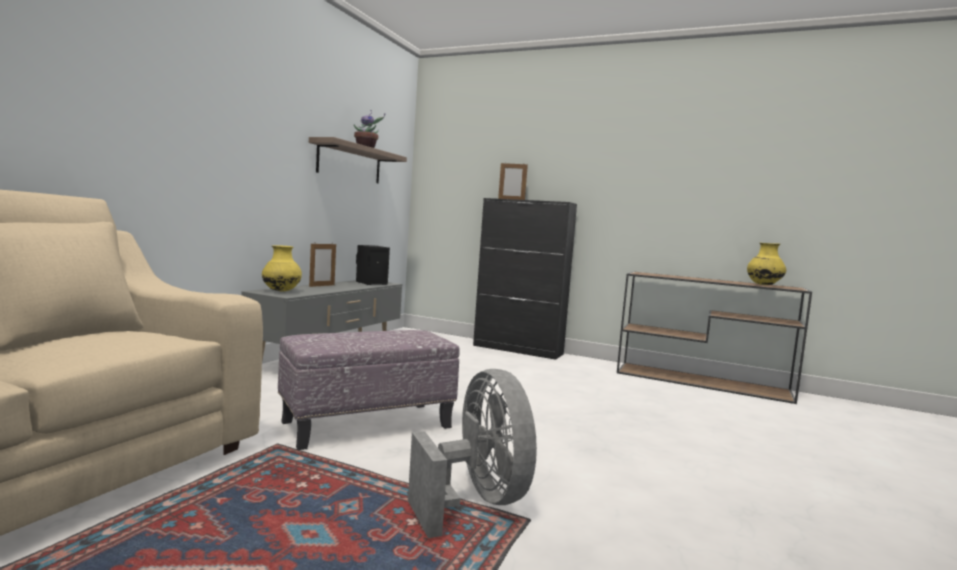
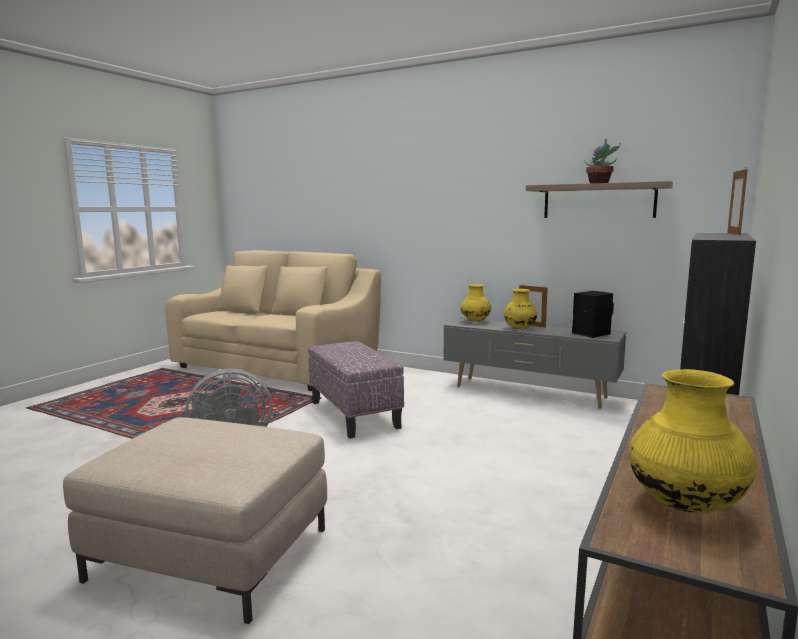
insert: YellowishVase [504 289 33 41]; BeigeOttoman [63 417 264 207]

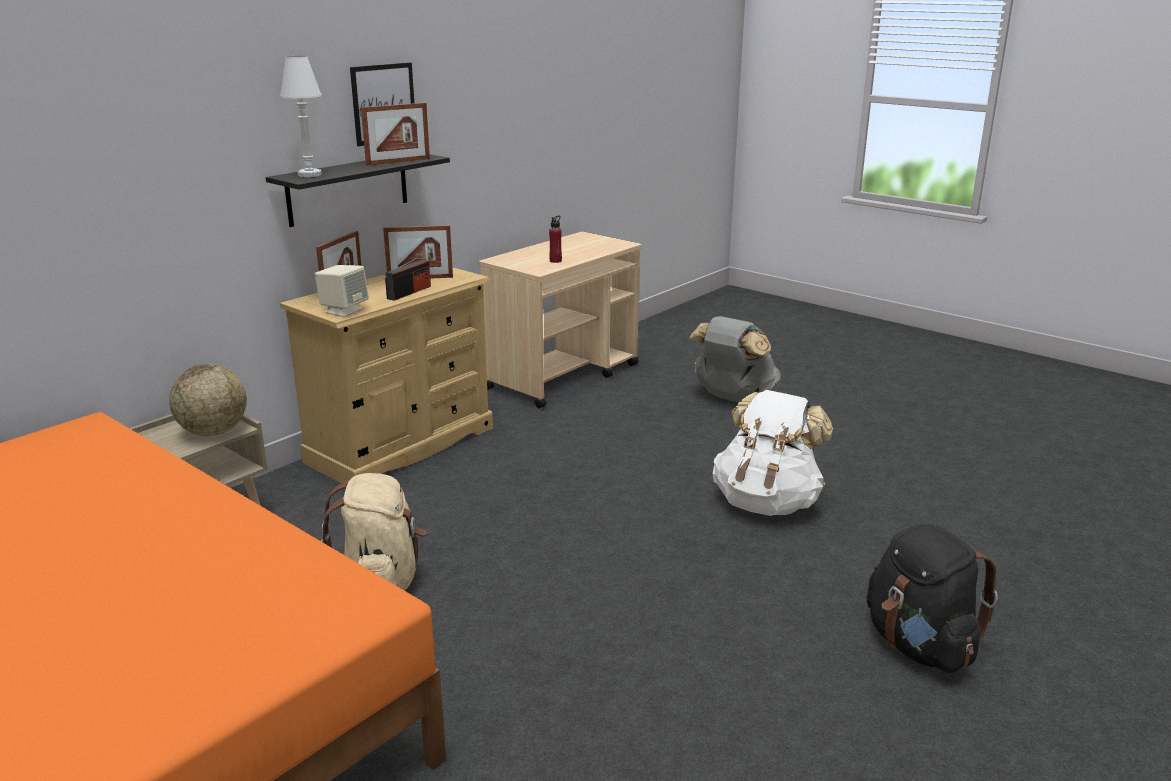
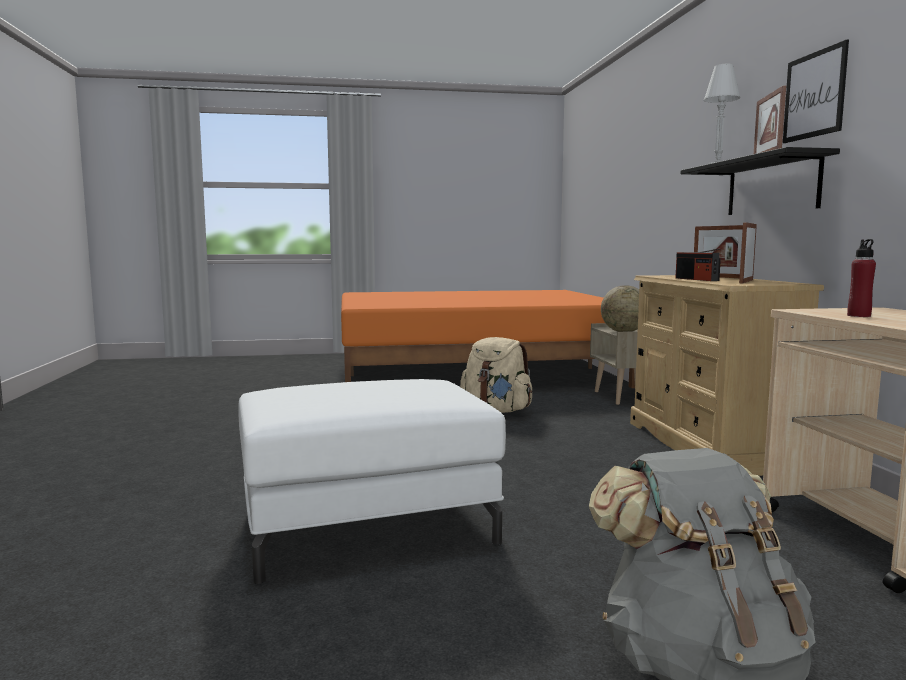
delete: BeigeLoudspeaker [315 265 54 52]; BlackKnapsack [867 524 131 149]
replace: WhiteColouredKnapsack [713 390 120 126] to WhiteColouredOttoman [239 379 267 205]

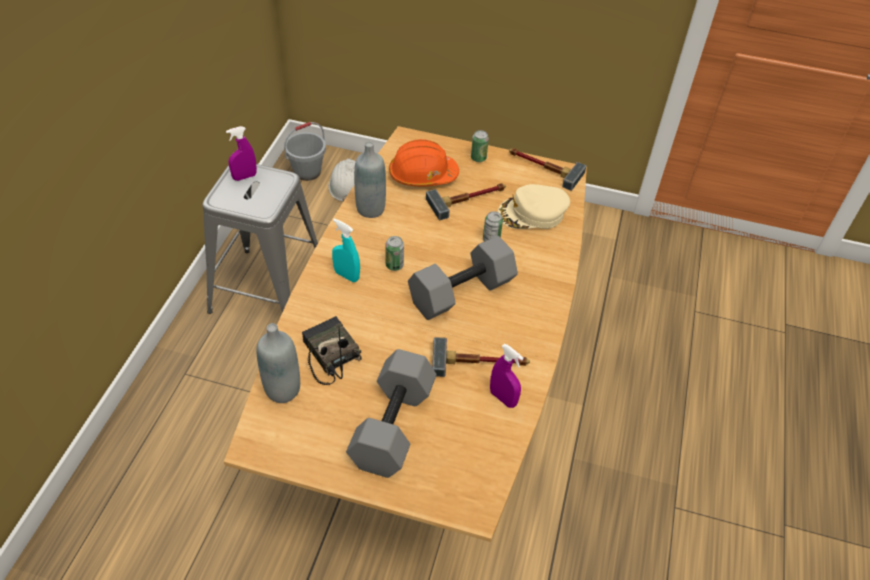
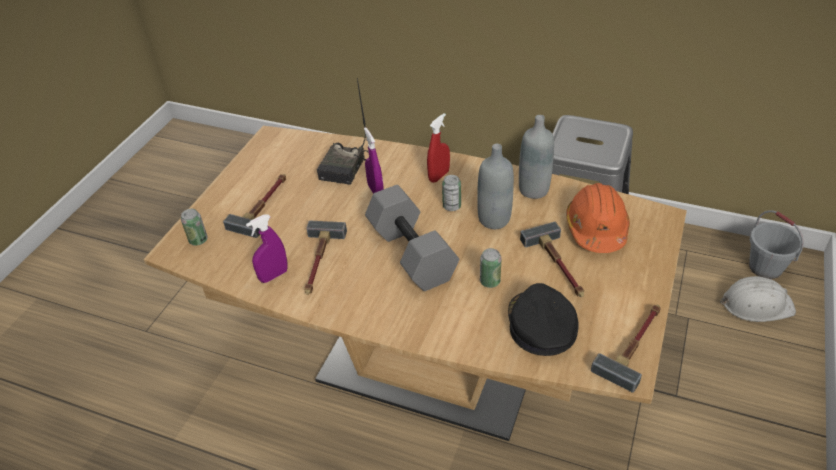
move: PurpleSprayBottle [226 126 31 55] to [364 127 20 67]; MetalCan [471 130 18 32] to [181 209 27 37]; GrayDrinkBottle [256 323 44 80] to [477 144 37 85]
replace: GrayFreeWeight [346 349 91 129] to ToolHammer [223 174 63 64]
recolor: BeigeBaseballCap [498 184 72 45] to BlackBaseballCap [508 283 71 73]; BlueGreenSprayBottle [332 218 28 64] to RedSprayBottle [427 113 23 70]
rotate: Radio [302 316 60 69] = [317 78 52 107] 135 degrees clockwise

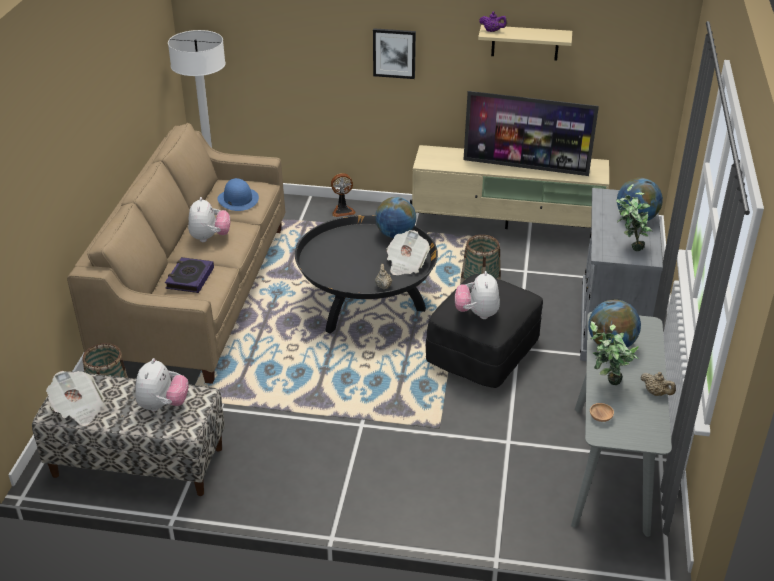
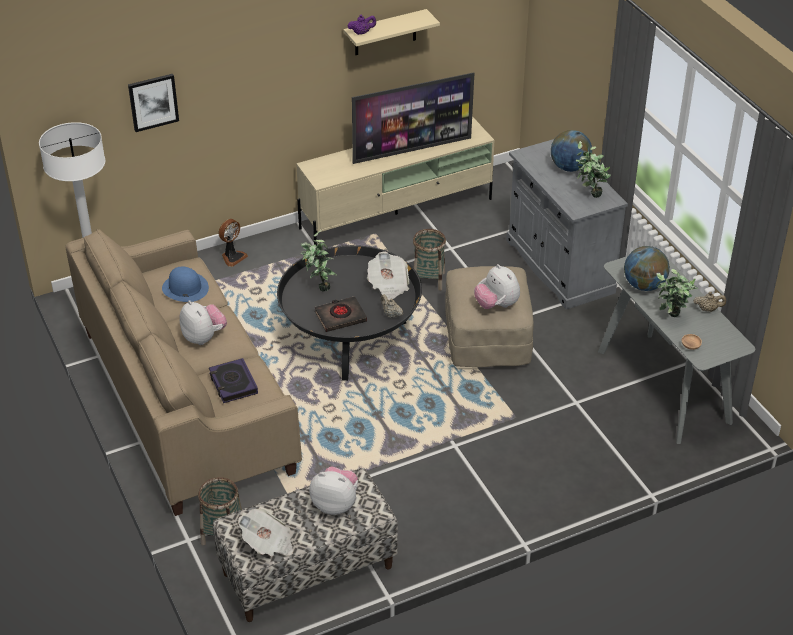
delete: WorldGlobe [375 197 41 41]
insert: PottedPlant [301 230 36 62]; BlackBoundBook [315 296 52 36]
move: WallArt [373 28 43 51] to [128 74 51 58]
recolor: BlackOttoman [426 274 117 114] to BeigeOttoman [445 266 89 101]
rotate: CuddlyToy [135 358 54 53] = [309 466 49 49] 45 degrees counterclockwise

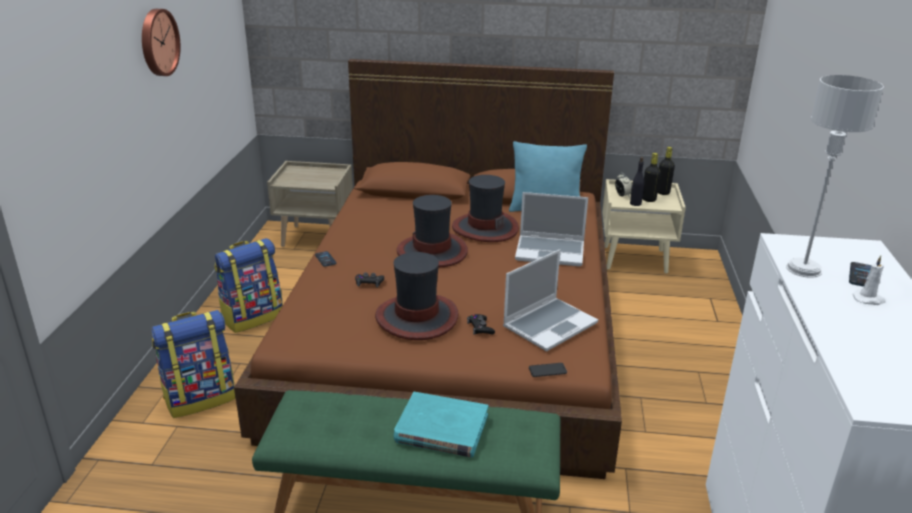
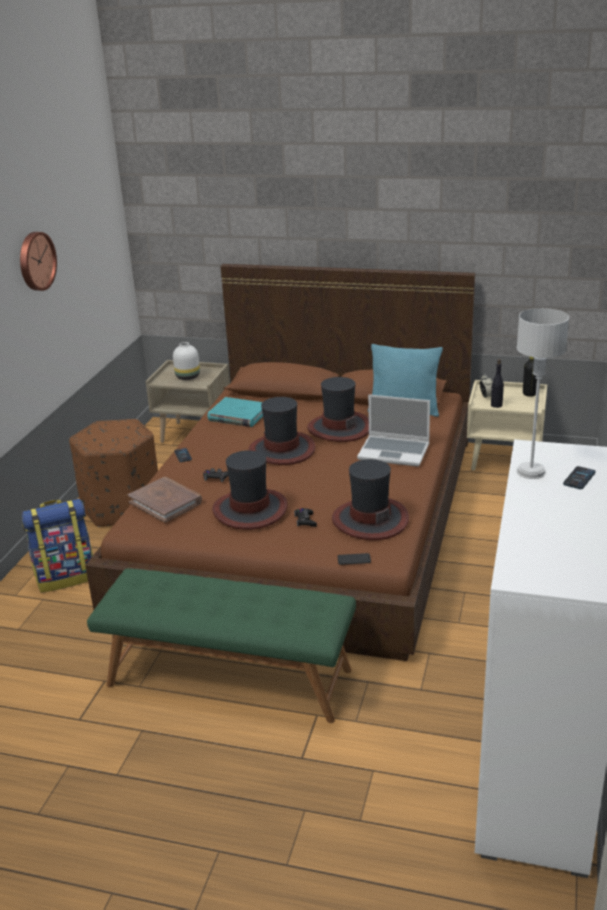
delete: BlackDrinkBottle [642 153 19 49]; WhiteColouredWaxCandle [852 256 34 49]
insert: WhiteColouredVase [173 342 27 38]; BrownBoundBook [128 477 74 46]
move: BlueGreenBoundBook [394 392 94 66] to [207 397 56 30]
replace: Knapsack [214 238 69 95] to BrownOttoman [69 419 89 108]; NotebookComputer [503 249 95 102] to Hat [332 459 77 81]

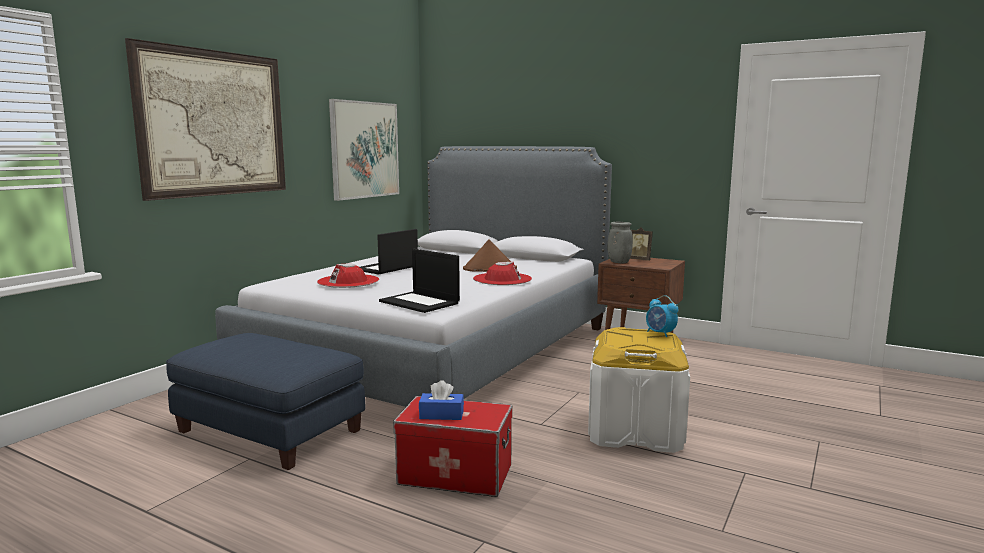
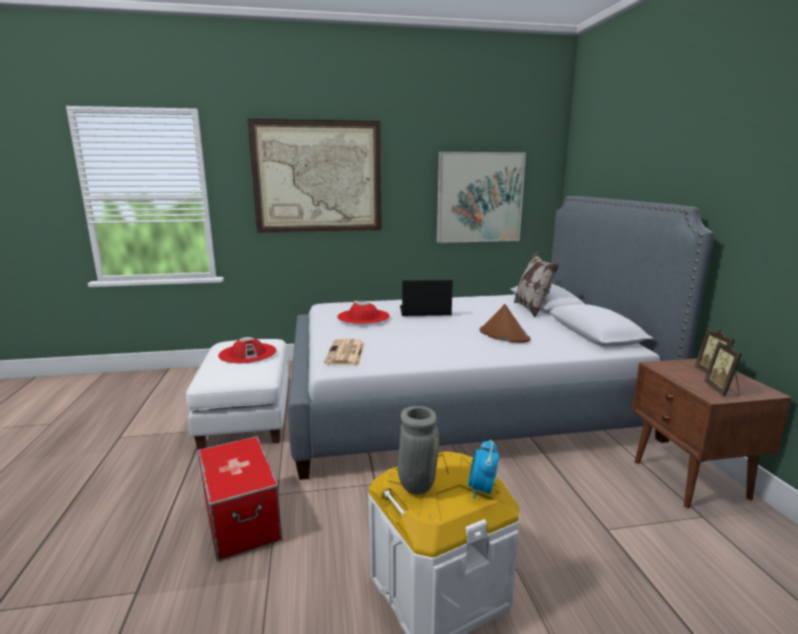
delete: BlueColouredBoxOfTissues [419 380 45 40]
insert: ThrowPillow [514 251 45 67]; PhotoFrame [704 341 38 55]
move: GrayVase [607 222 26 41] to [398 406 41 89]; RedHat [473 262 59 23] to [218 337 58 26]
replace: NotebookComputer [379 249 81 64] to DailyPaper [324 339 41 26]
recolor: BlueColouredOttoman [166 333 199 137] to WhiteColouredOttoman [186 339 102 111]

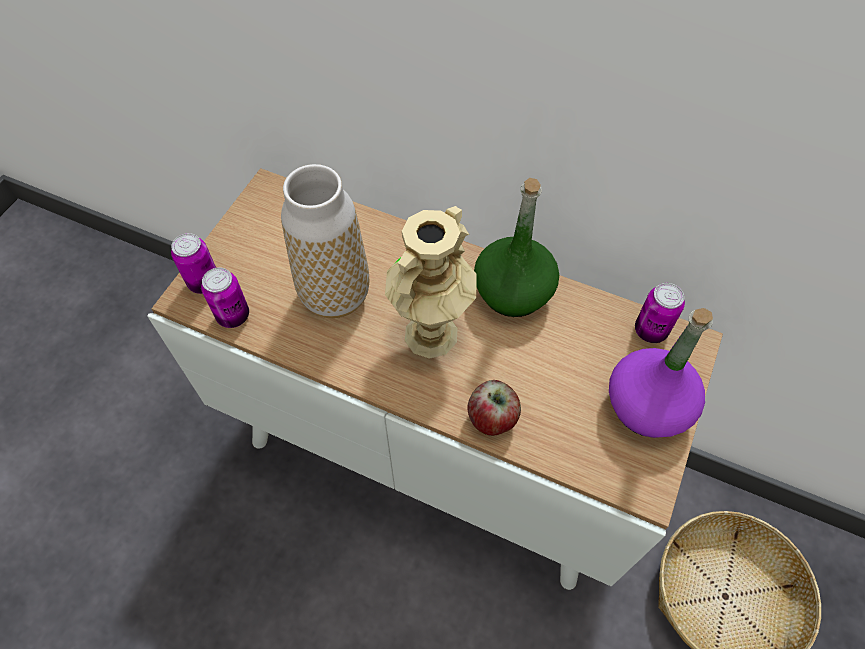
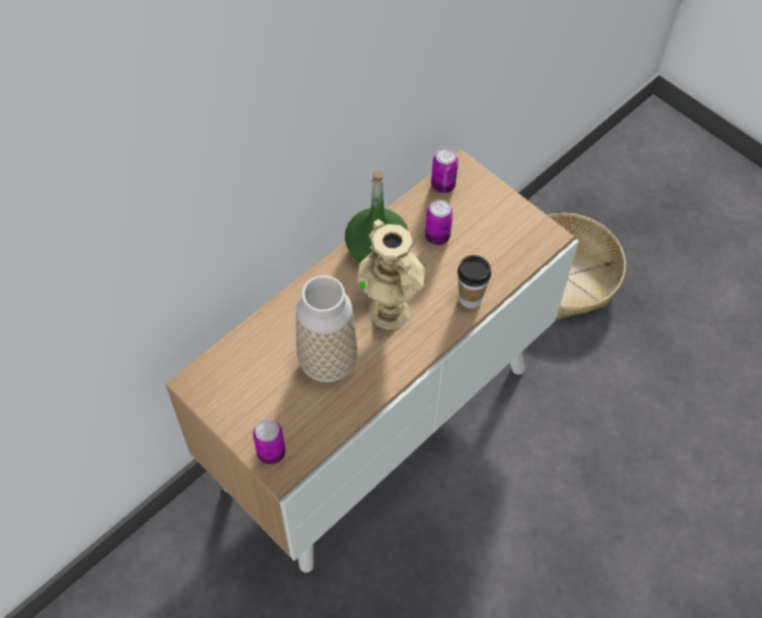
delete: PurpleDrinkBottle [609 308 104 130]
move: MetalCan [201 267 48 61] to [425 200 28 45]
replace: WholeApple [467 380 54 56] to Cup [458 255 33 53]

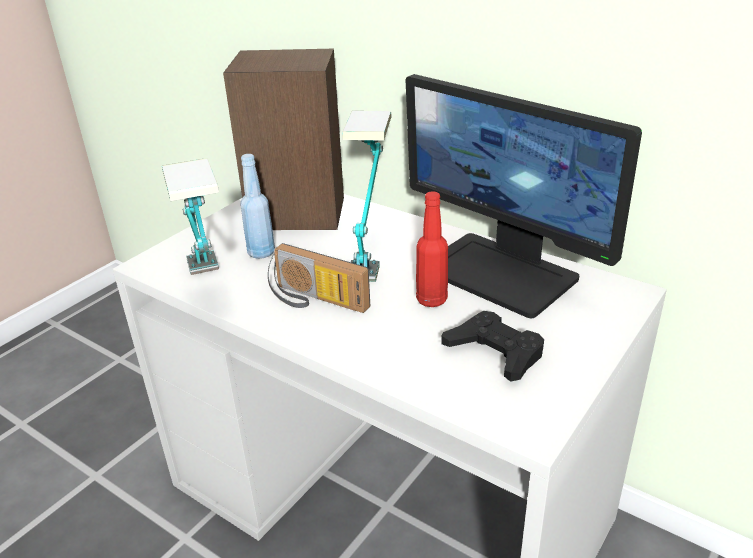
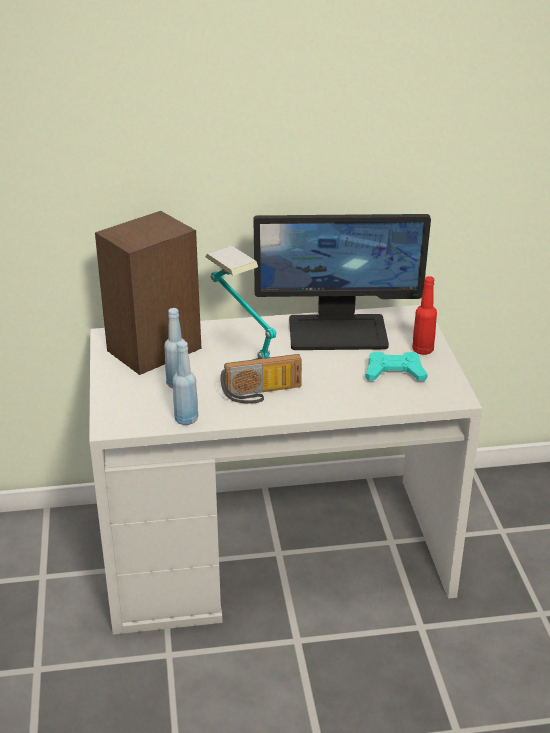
move: RedDrinkBottle [416 191 32 116] to [412 276 25 79]
replace: TabletopLamp [162 158 57 117] to BlueColouredDrinkBottle [173 341 25 84]
recolor: BlackGameController [441 311 103 71] to BlueGreenGameController [365 352 63 29]

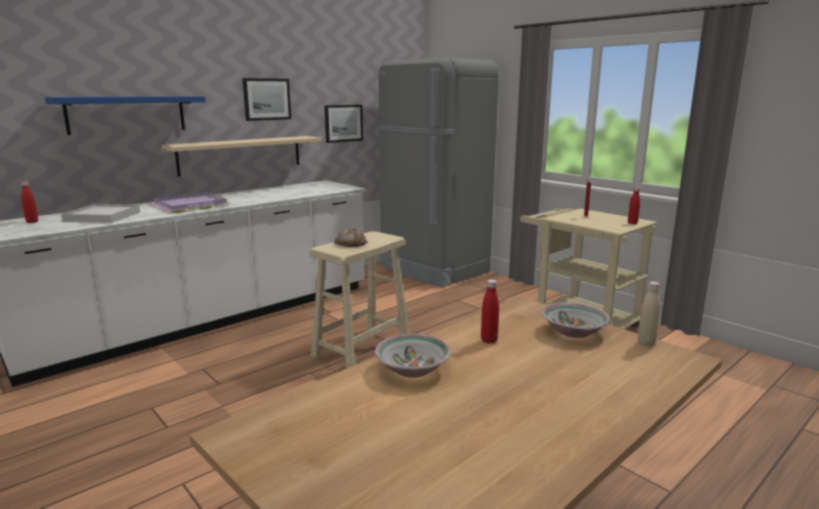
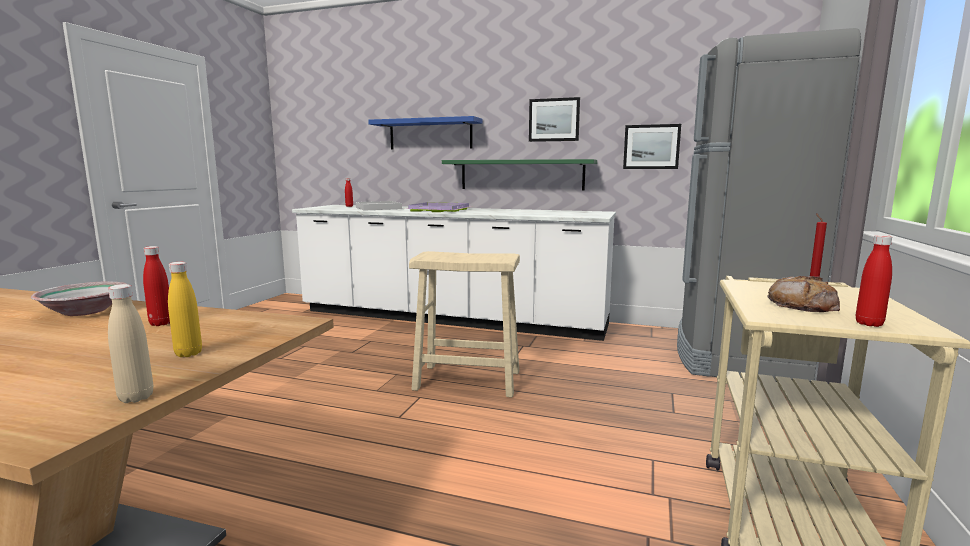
move: BakeryBread [334 229 34 18] to [768 276 72 36]
replace: DeepDish [541 303 69 35] to YellowishDrinkBottle [168 262 34 95]
recolor: BeigeBracketShelf [161 136 161 41] to GreenishBracketShelf [442 159 155 32]

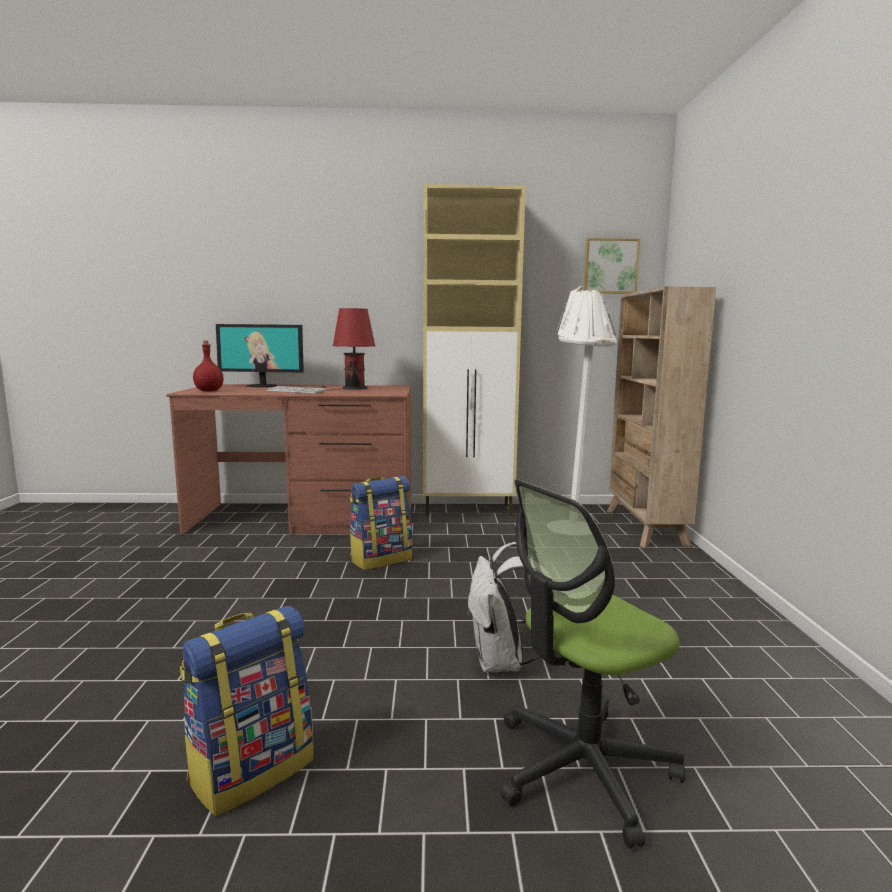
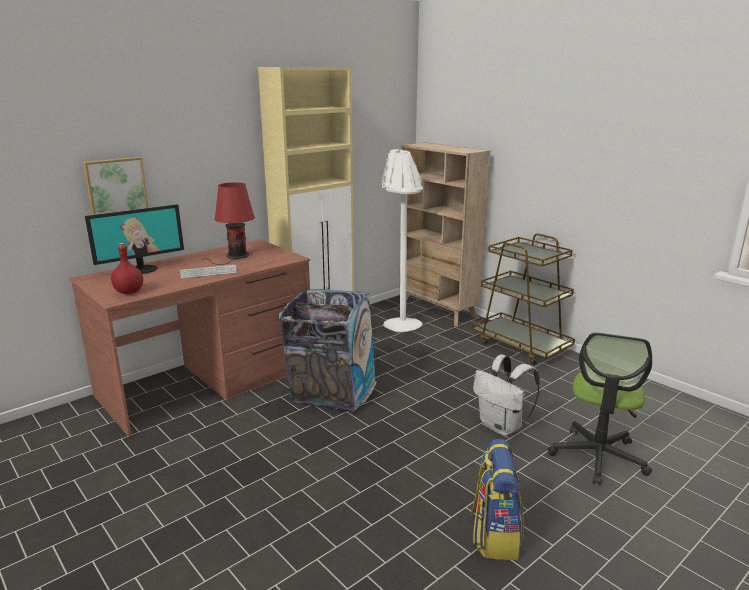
insert: BrownWheeledCart [472 233 103 132]
move: WallArt [584 238 56 56] to [83 157 66 58]
replace: Knapsack [350 476 63 94] to TrashCan [278 289 99 123]

